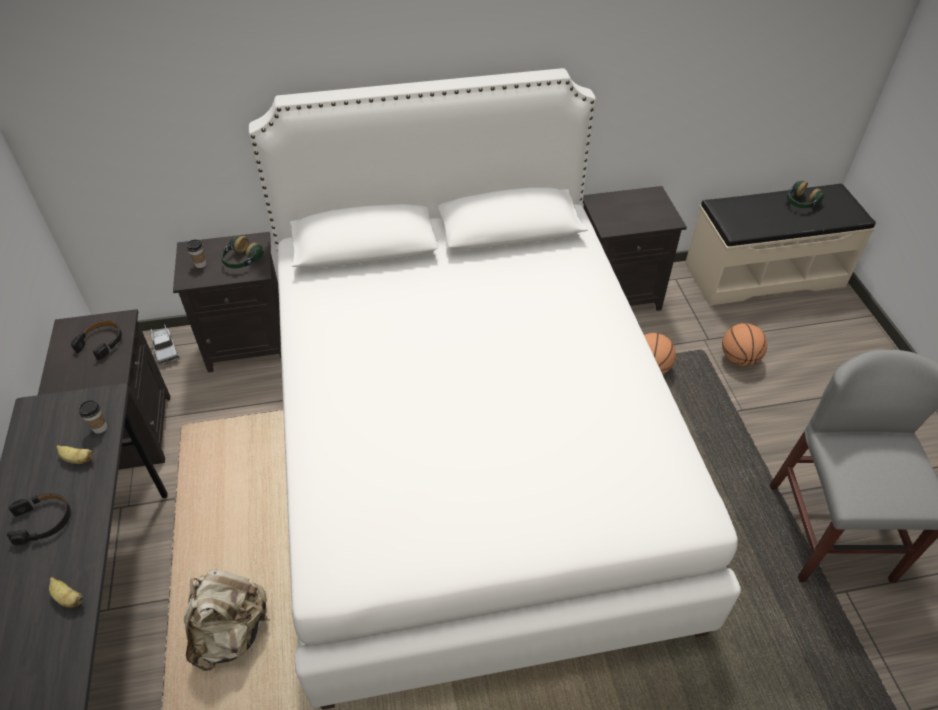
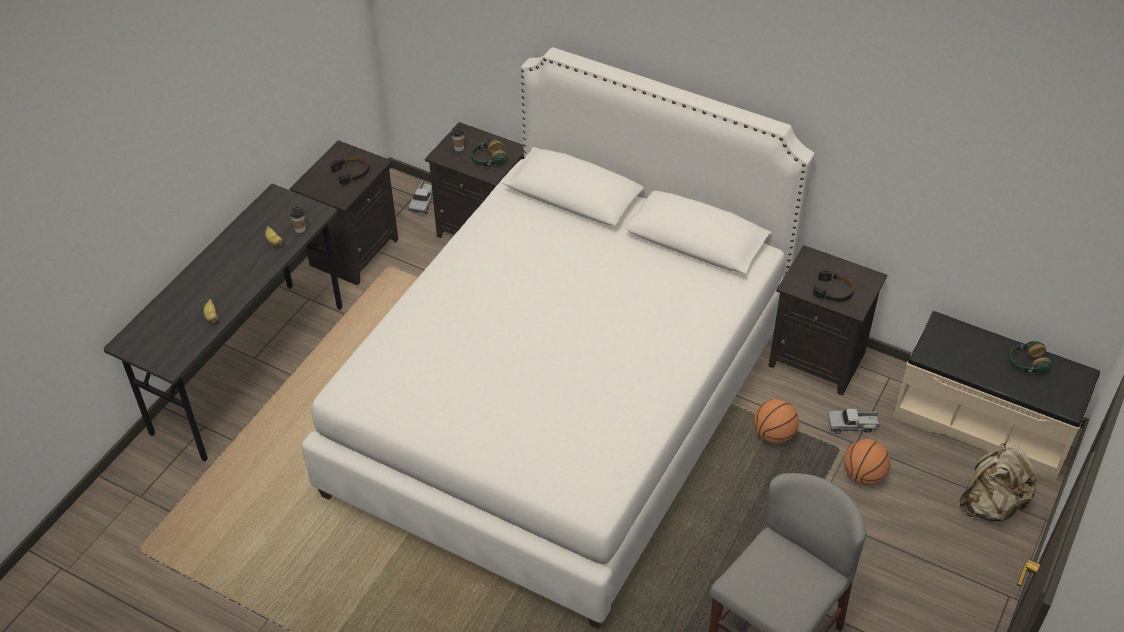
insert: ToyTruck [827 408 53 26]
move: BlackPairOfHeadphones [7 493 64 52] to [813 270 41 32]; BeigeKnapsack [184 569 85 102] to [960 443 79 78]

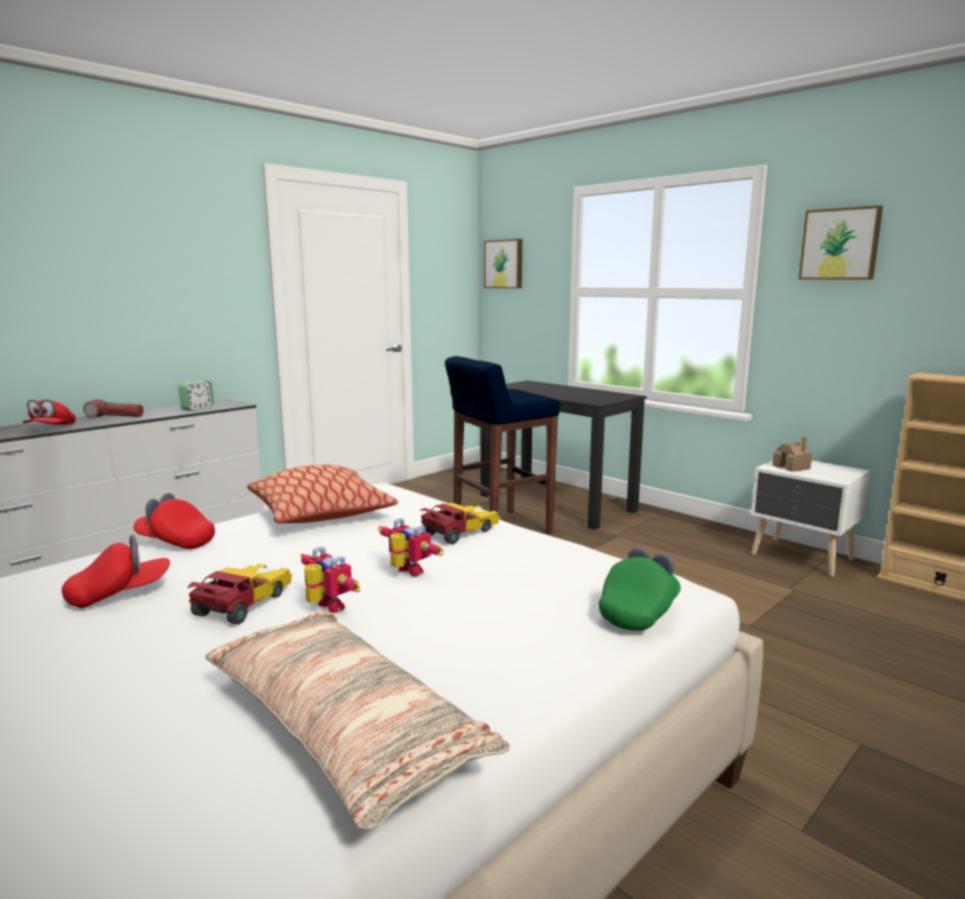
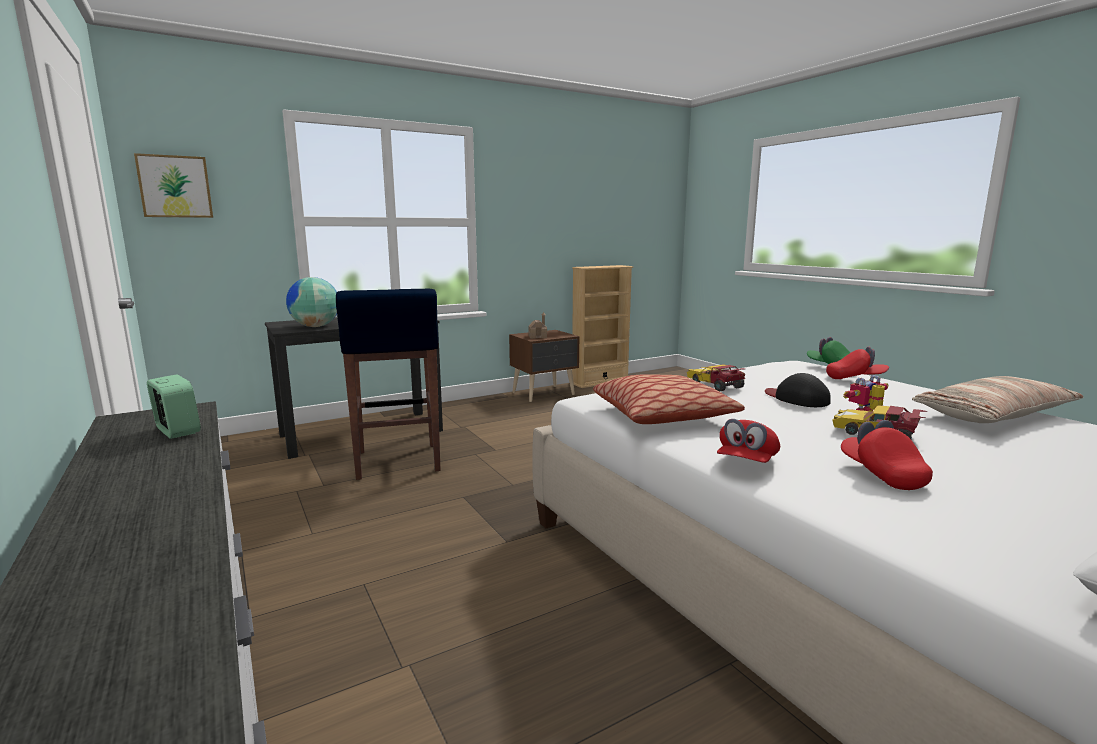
delete: WallArt [798 205 85 75]; HandTorch [83 399 61 19]
insert: WorldGlobe [286 277 51 50]
move: RedBaseballCap [22 399 54 26] to [826 347 63 32]
replace: ToyRobot [378 518 66 58] to BlackBaseballCap [765 373 66 34]
recolor: WhiteColouredBedsideTable [751 460 119 117] to BrownBedsideTable [509 330 71 72]

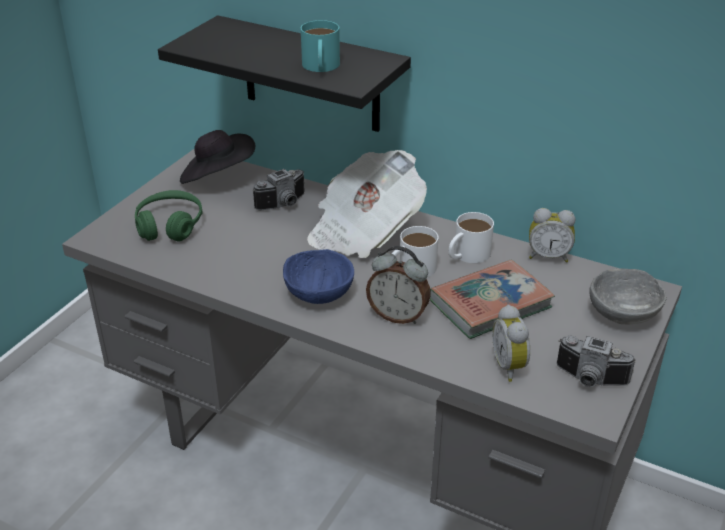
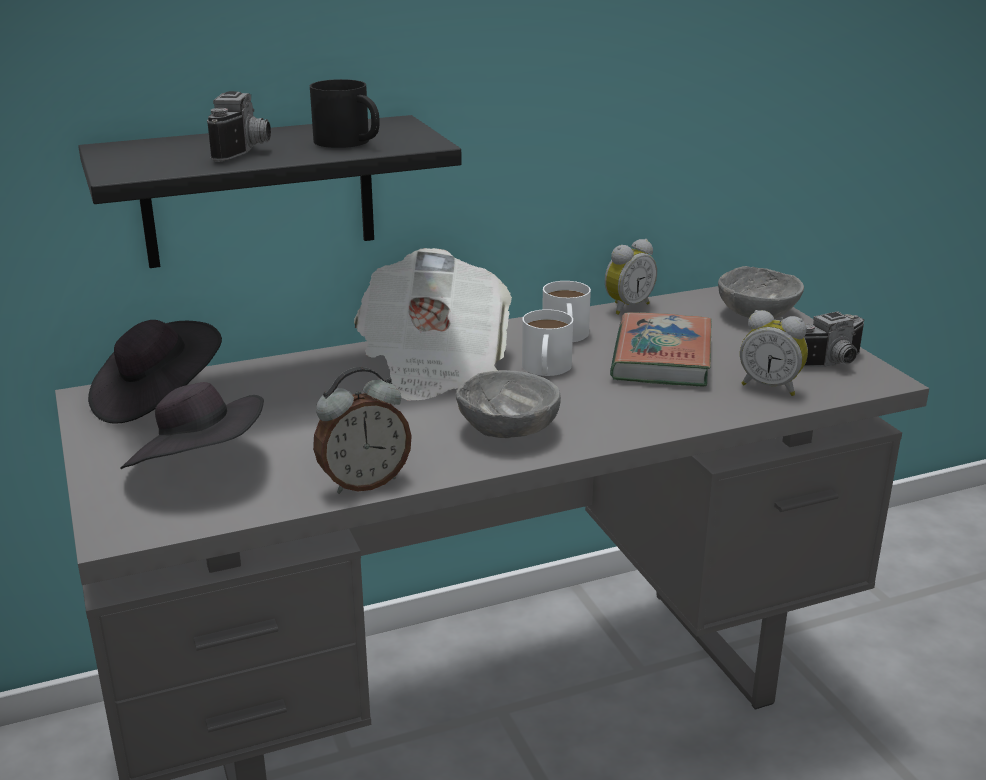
move: PhotoCamera [253 169 52 41] to [207 91 64 71]; BedsideClock [366 246 65 78] to [313 367 99 127]
replace: GreenishPairOfHeadphones [135 190 68 51] to BlackHat [121 382 143 87]
recolor: BlueGreenMug [301 20 39 52] to BlackMug [310 79 70 69]; BlueColouredDeepDish [283 249 71 55] to GrayDeepDish [456 370 105 68]

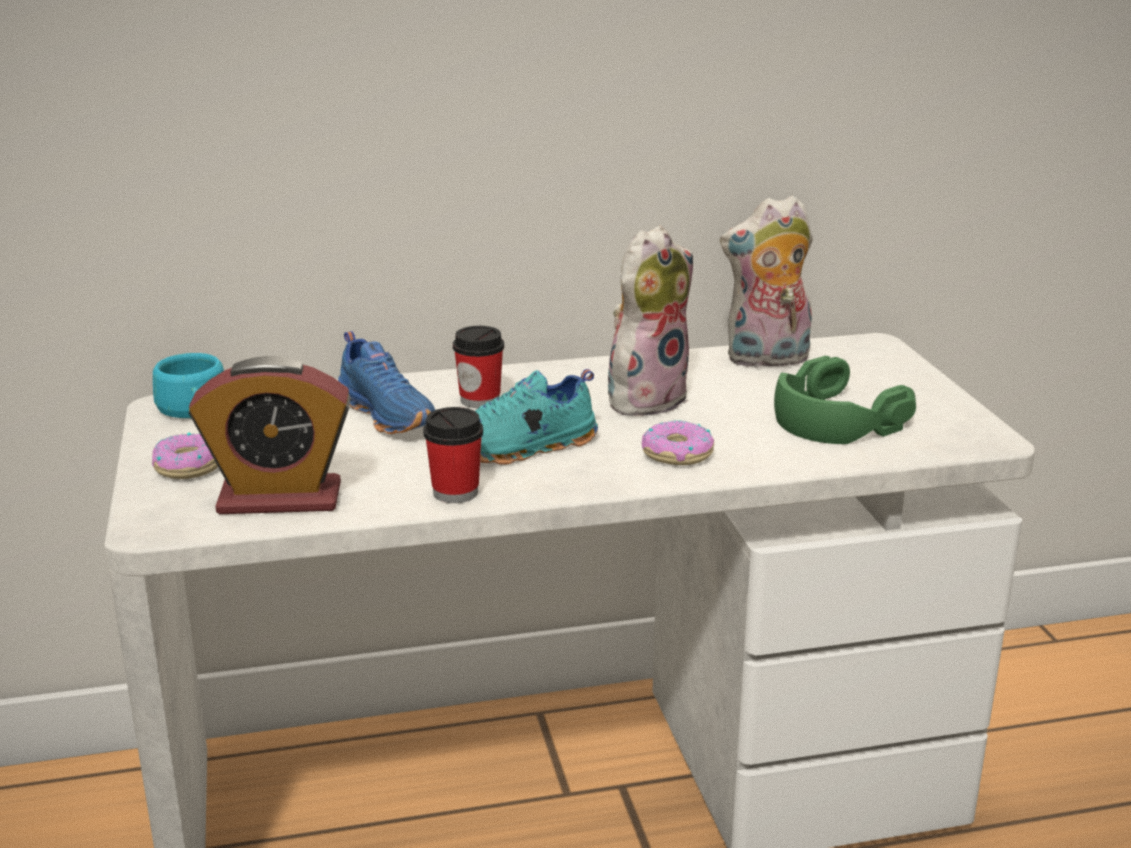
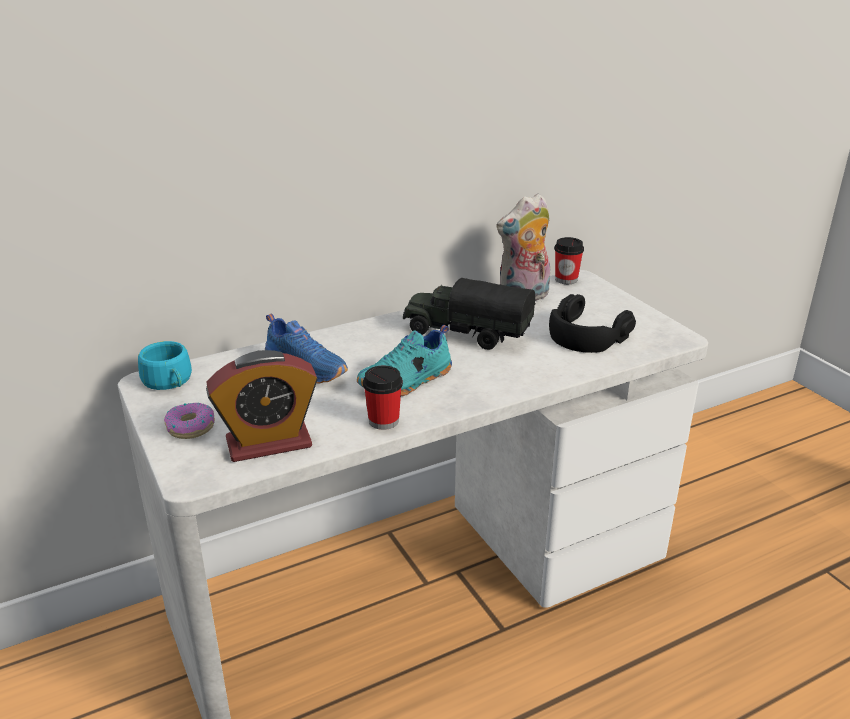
delete: Donut [642 420 72 45]
move: Cup [453 326 51 82] to [554 237 30 47]
replace: CuddlyToy [608 226 85 190] to ToyTruck [403 278 133 72]
recolor: GreenishPairOfHeadphones [774 356 142 88] to BlackPairOfHeadphones [549 294 87 59]

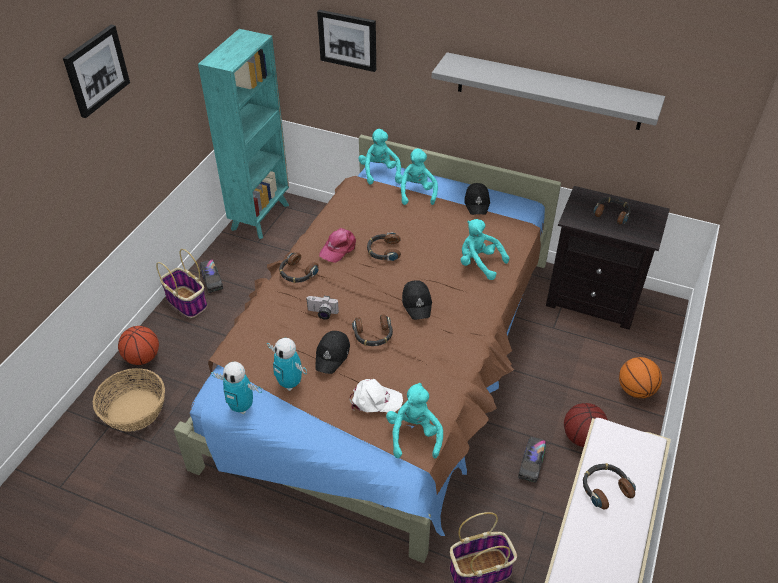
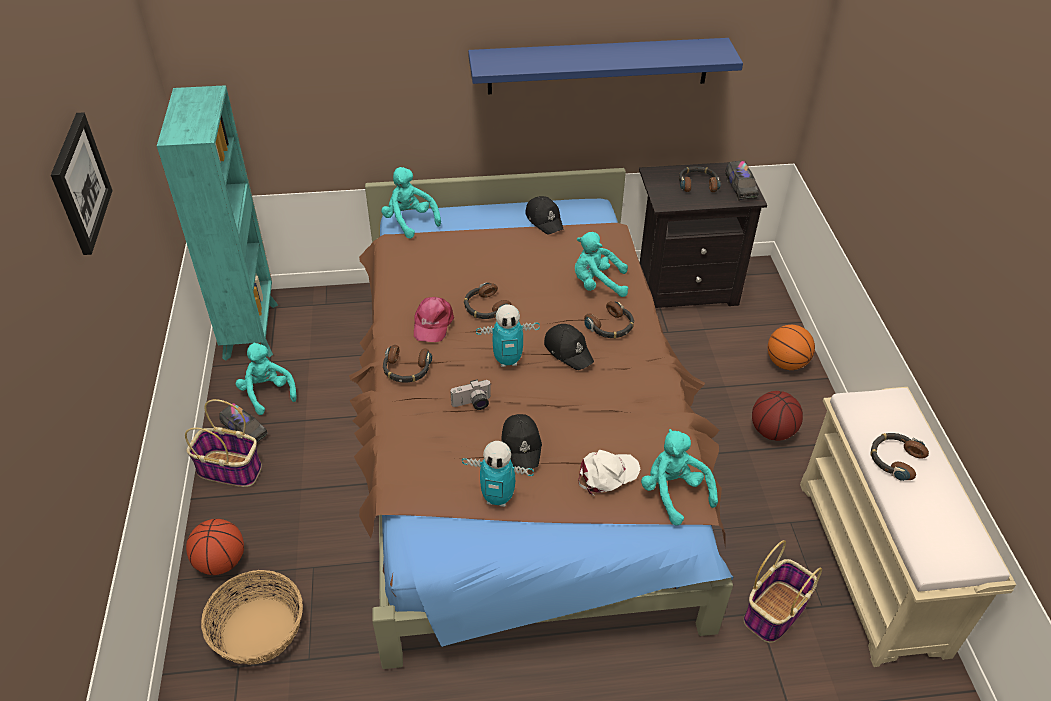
delete: WallArt [317 10 59 62]
move: BlueGreenCuddlyToy [395 148 43 57] to [236 342 61 73]; PairOfHeadphones [352 314 41 32] to [584 301 50 38]; ToyRobot [211 361 51 53] to [476 304 64 63]; ToyTruck [518 437 28 46] to [725 161 34 40]
recolor: GrayBracketShelf [432 52 233 78] to BlueColouredBracketShelf [468 38 275 56]

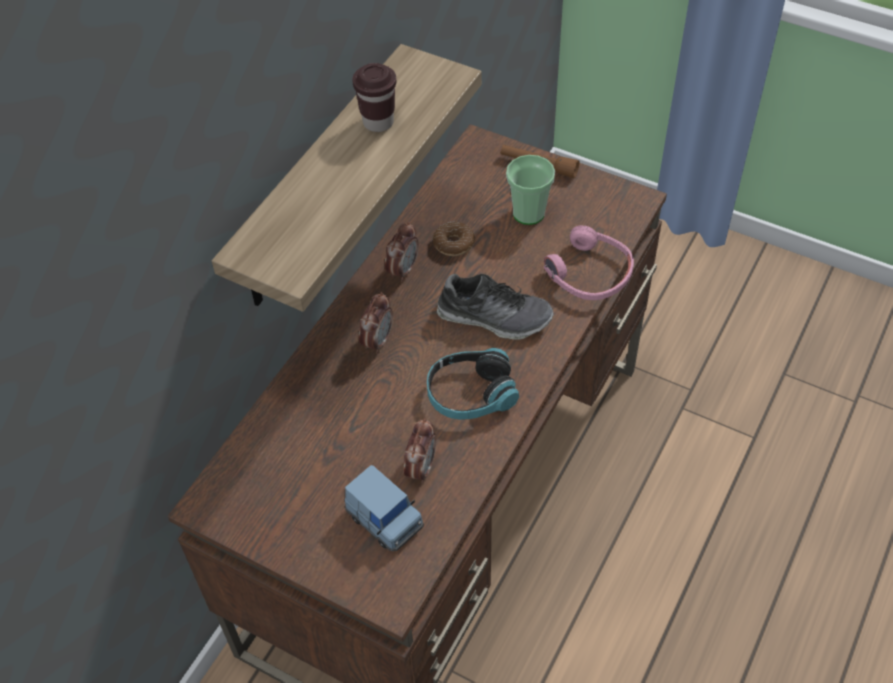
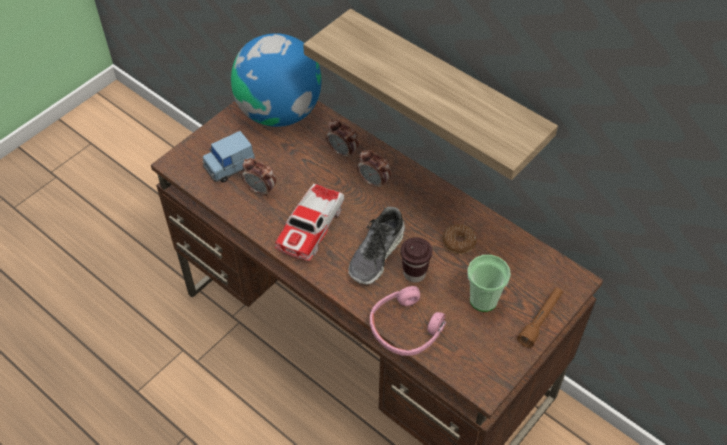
insert: WorldGlobe [231 33 90 94]
move: BrownCup [352 63 45 69] to [401 237 31 46]; BedsideClock [385 222 34 60] to [326 119 33 41]
replace: PairOfHeadphones [427 348 92 72] to ModelCar [275 184 69 77]

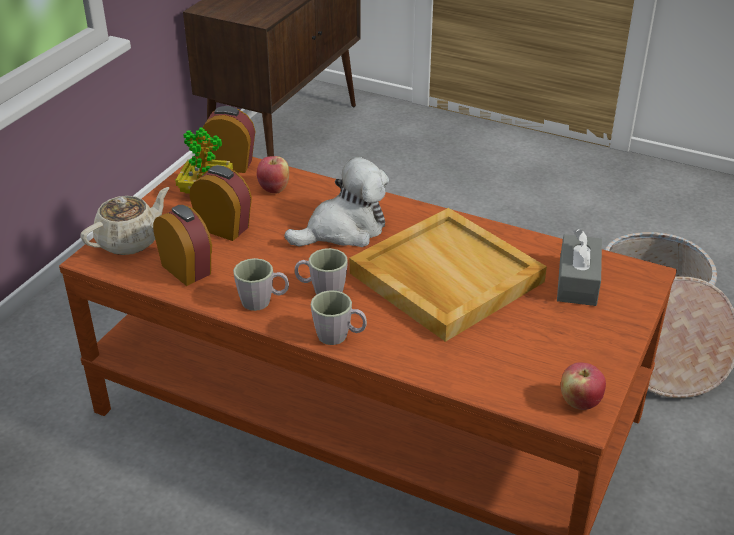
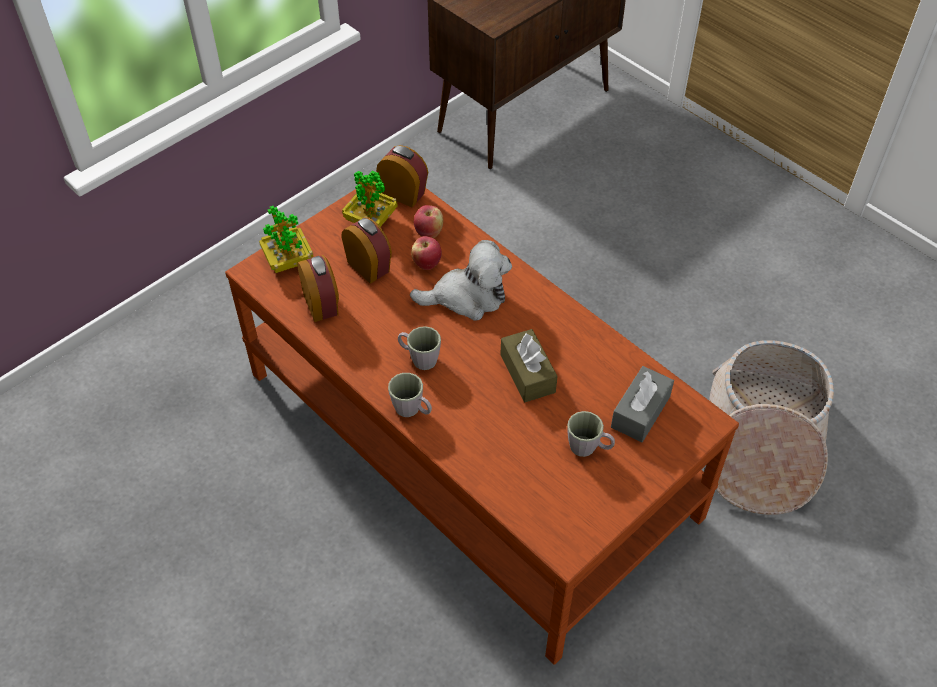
move: GrayMug [233 258 56 53] to [567 411 48 46]; WholeApple [561 363 45 47] to [411 236 31 34]
replace: BeigeTeapot [80 187 89 68] to PottedPlant [259 206 54 67]; BeigeTray [349 208 198 134] to BrownBoxOfTissues [500 329 58 73]

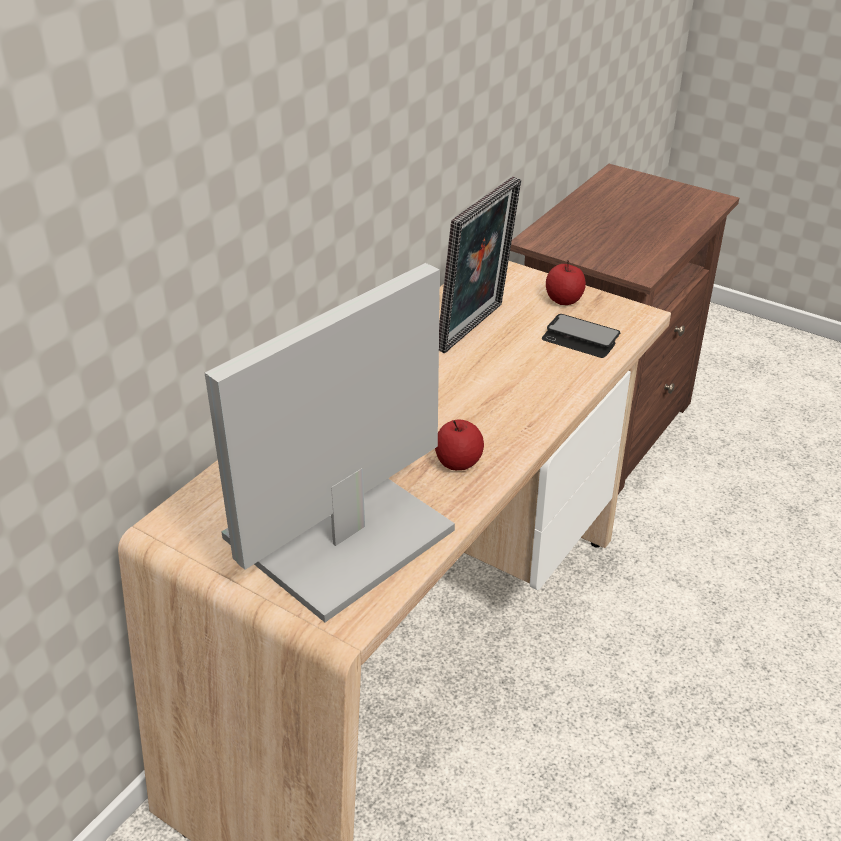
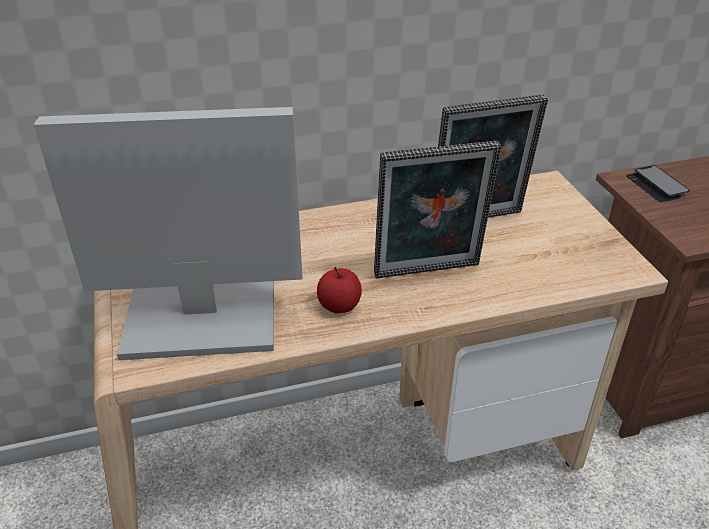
delete: WholeApple [546 260 40 45]
insert: PhotoFrame [374 141 127 137]
move: Handset [542 314 78 44] to [626 165 64 37]

